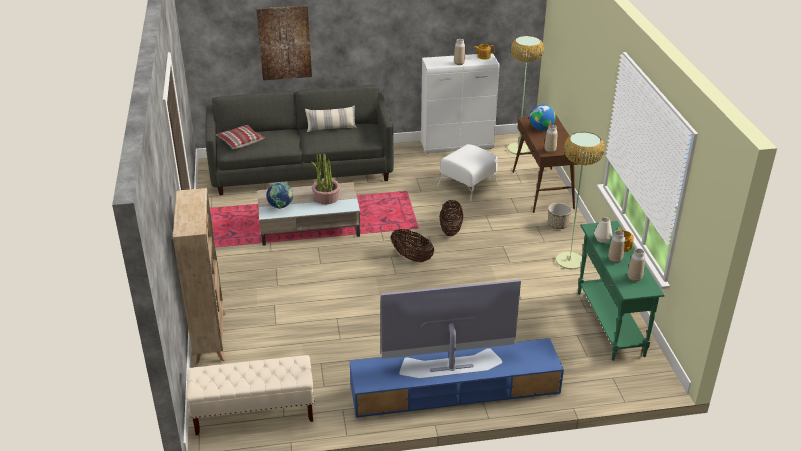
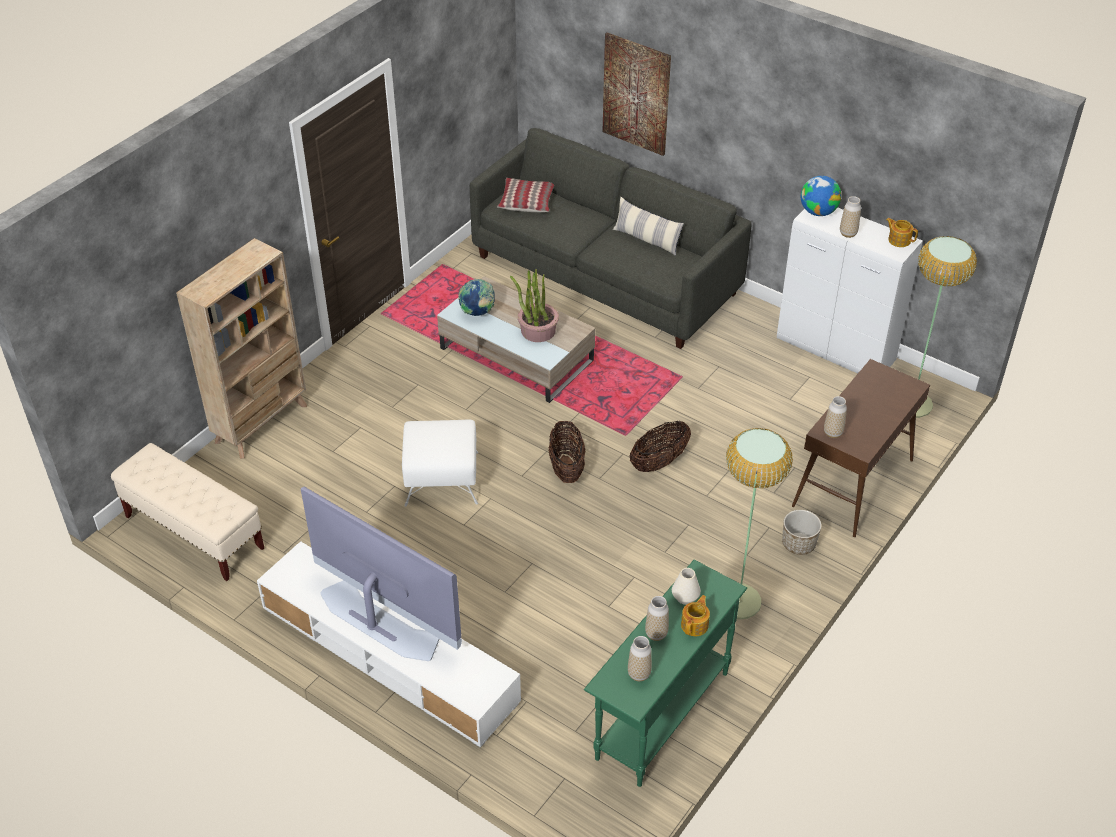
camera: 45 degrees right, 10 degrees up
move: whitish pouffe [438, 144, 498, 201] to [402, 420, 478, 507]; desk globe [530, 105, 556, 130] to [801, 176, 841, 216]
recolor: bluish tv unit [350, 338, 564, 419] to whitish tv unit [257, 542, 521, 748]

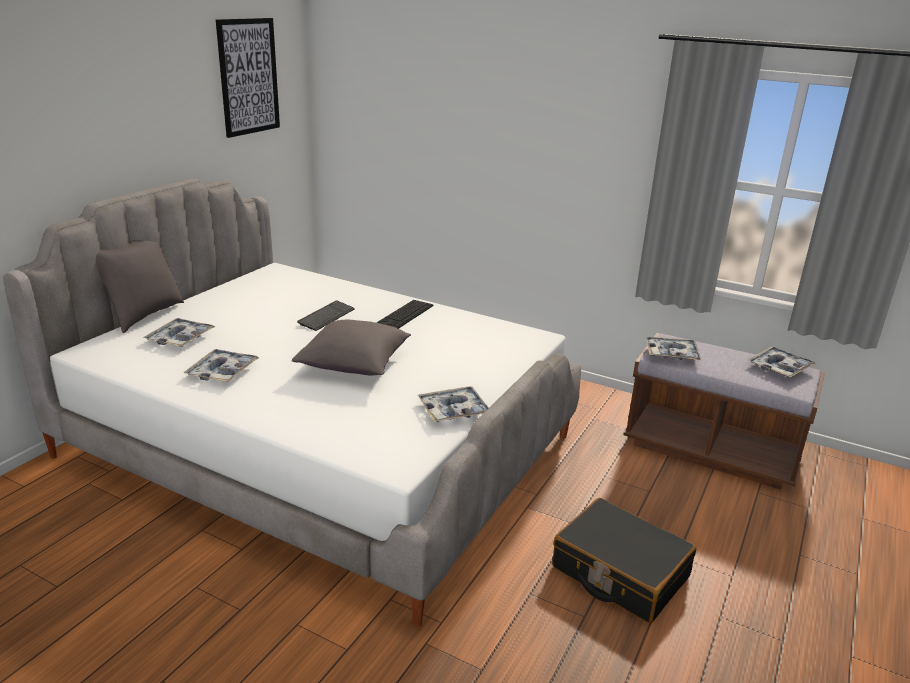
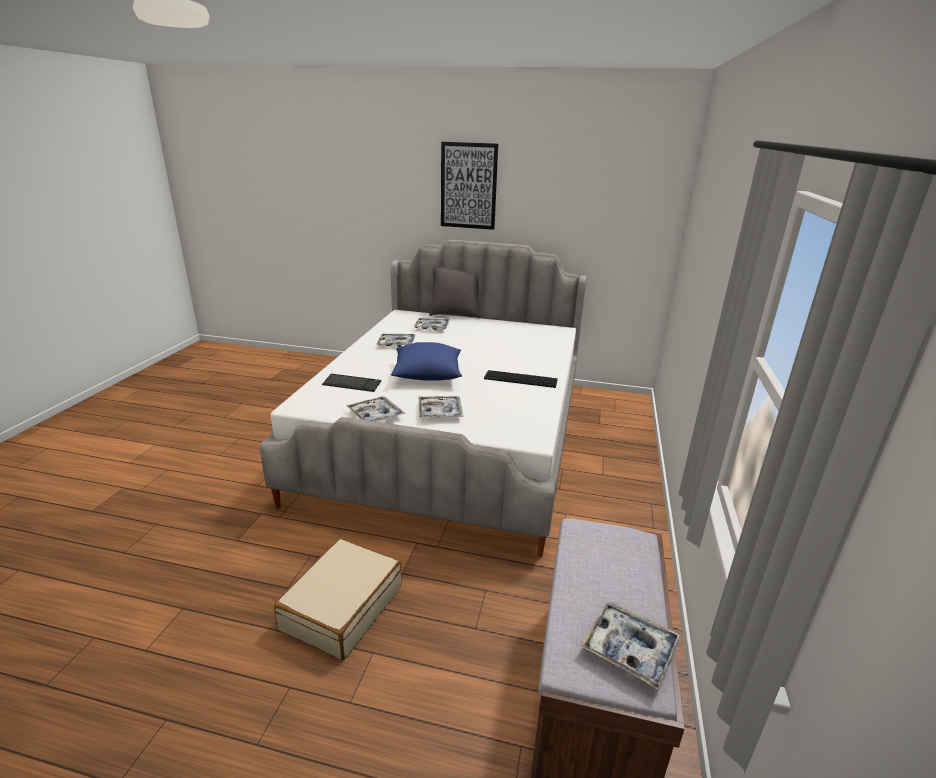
camera: 75 degrees right, 0 degrees up
move: PC keyboard [297, 300, 355, 331] to [322, 374, 381, 392]; carrying tray [647, 336, 701, 360] to [419, 396, 463, 418]; picture [216, 18, 280, 138] to [441, 142, 498, 230]
recolor: black suitcase [552, 498, 696, 623] to sand-coloured suitcase [274, 539, 401, 660]; gray throw pillow [292, 320, 411, 375] to bluish throw pillow [391, 342, 462, 381]

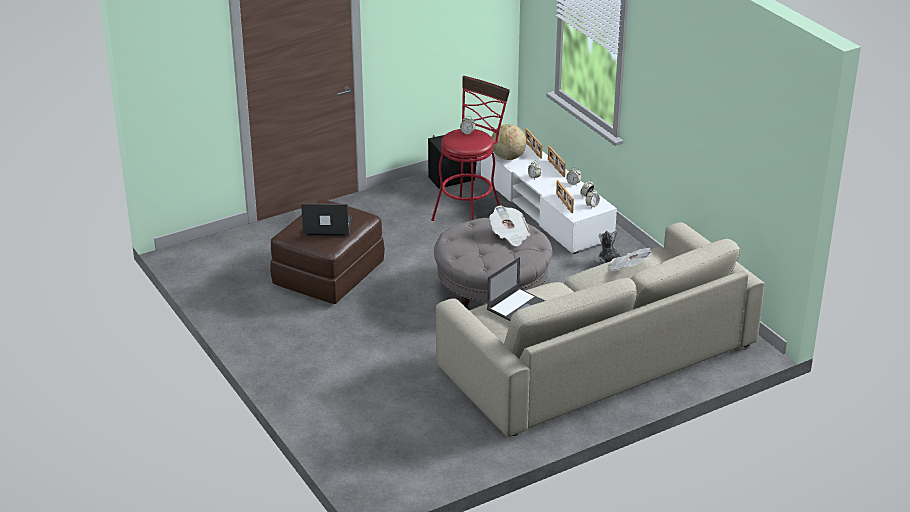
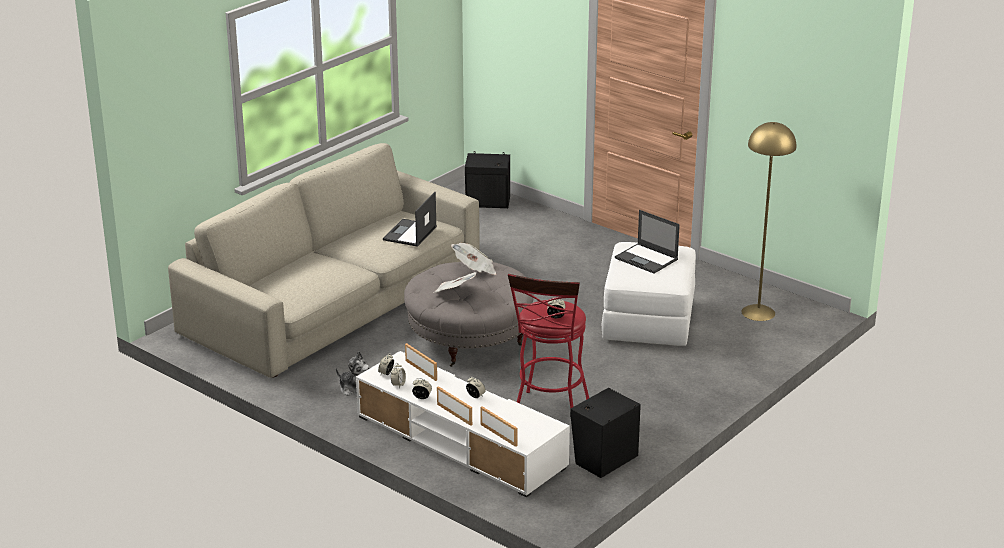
camera: 160 degrees right, 5 degrees down
delete: desk globe [491, 124, 526, 160]
insert: black loudspeaker [465, 151, 510, 208]; yellowish standing lamp [741, 122, 796, 321]
move: printed paper [609, 248, 652, 271] to [451, 243, 496, 275]
recolor: brown-coloured pouffe [270, 199, 385, 304] to whitish pouffe [602, 242, 696, 346]
rotate: portable computer [301, 203, 352, 237] = [615, 210, 680, 274] 60 degrees clockwise

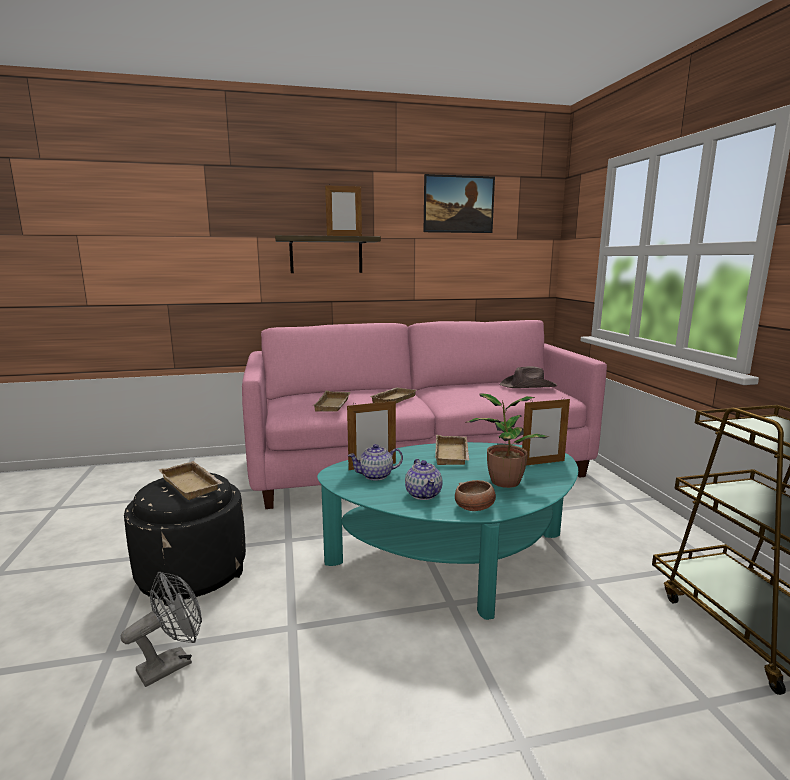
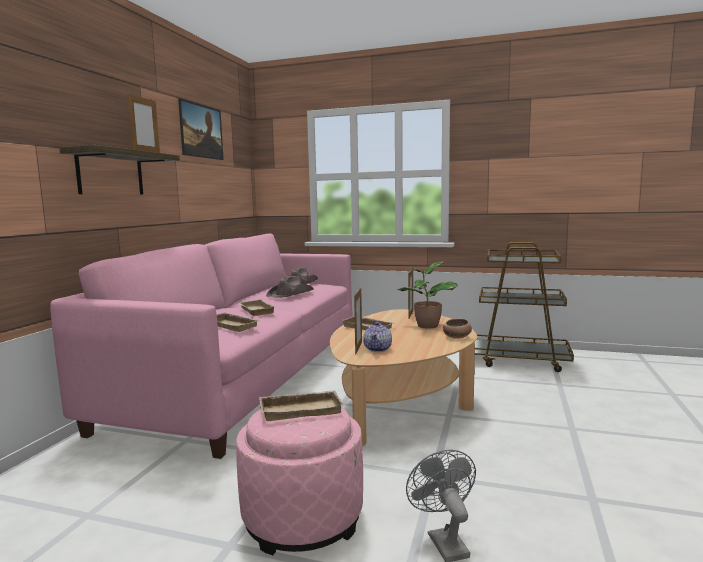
camera: 60 degrees left, 5 degrees down
delete: pot for tea [405, 459, 442, 500]
insert: brown-coloured clothing hat [266, 276, 314, 298]
recolor: black pouffe [124, 473, 246, 606] to pink pouffe [236, 407, 363, 555]; turquoise-coloured lounge table [317, 442, 578, 620] to sand-coloured lounge table [330, 309, 478, 446]

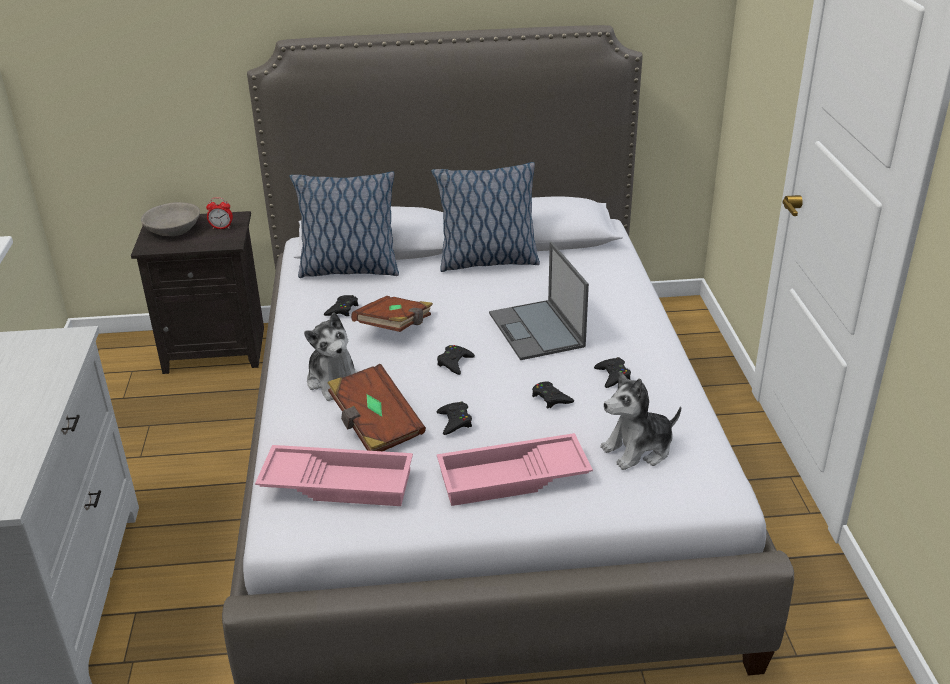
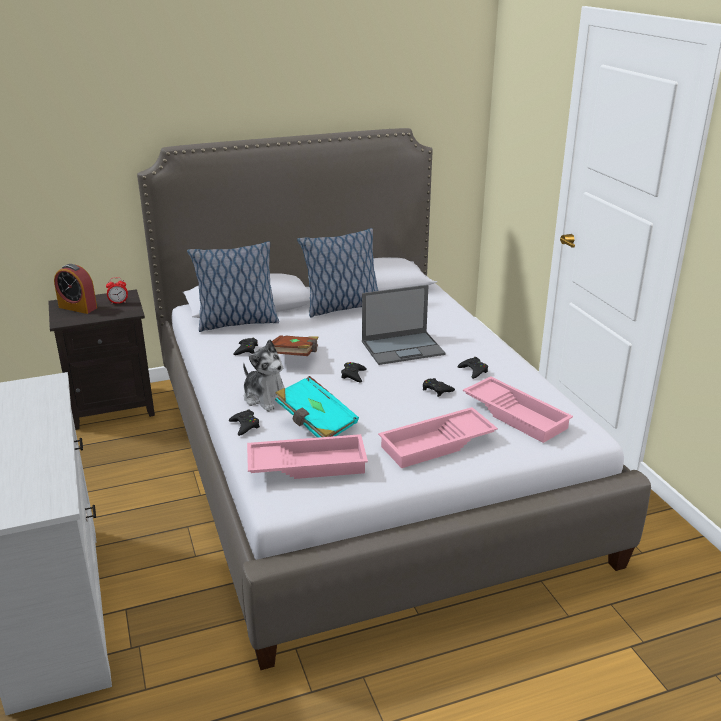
camera: 15 degrees left, 5 degrees down
move: black gamepad [437, 401, 472, 435] to [229, 410, 260, 436]
replace: gray serving bowl [141, 202, 200, 236] to bedside clock [54, 264, 97, 314]; cuddly toy [600, 371, 681, 470] to pink carrying tray [463, 376, 573, 443]
recolor: brown-coloured bound book [328, 364, 426, 451] to turquoise-coloured bound book [275, 376, 359, 438]
rotate: portable computer [489, 242, 589, 360] = [362, 285, 446, 365] 75 degrees counterclockwise

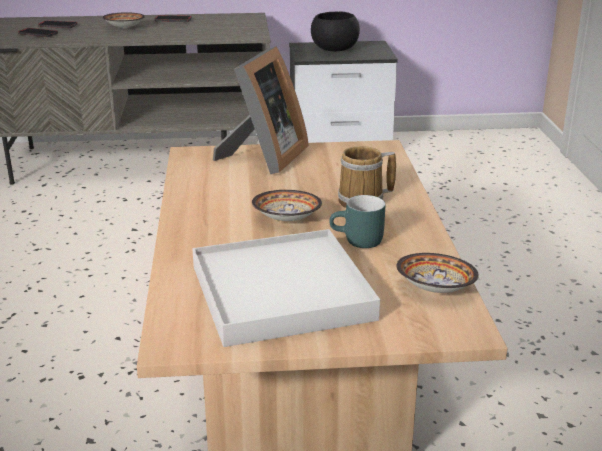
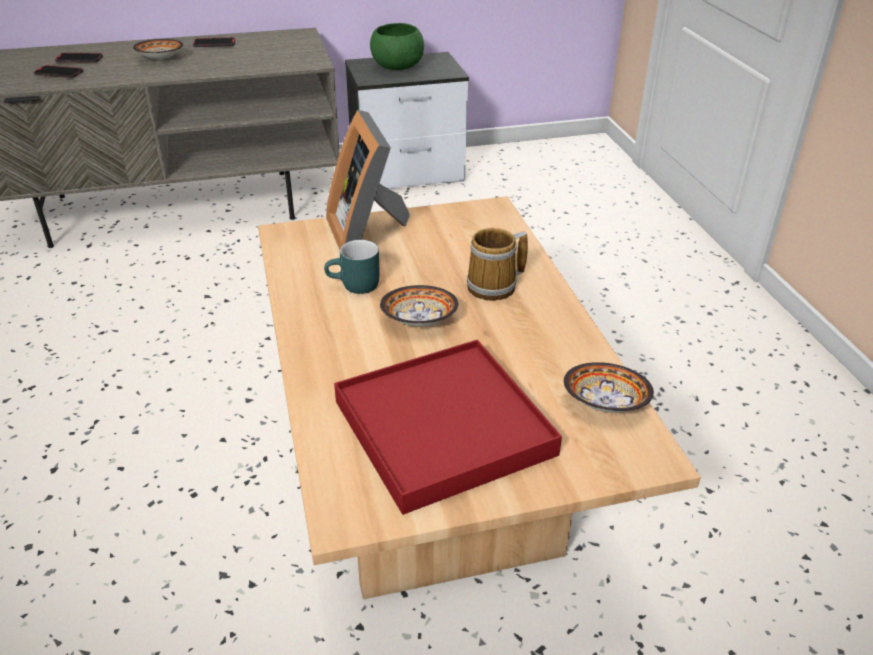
camera: 10 degrees left, 10 degrees up
move: turquoise-coloured tea mug [329, 195, 386, 248] to [324, 240, 380, 294]
recolor: whitish carrying tray [192, 229, 380, 347] to red carrying tray [334, 339, 562, 515]; black serving bowl [311, 11, 360, 52] to greenish serving bowl [370, 23, 424, 70]
rotate: photo frame [213, 47, 309, 174] = [326, 110, 410, 250] 150 degrees clockwise

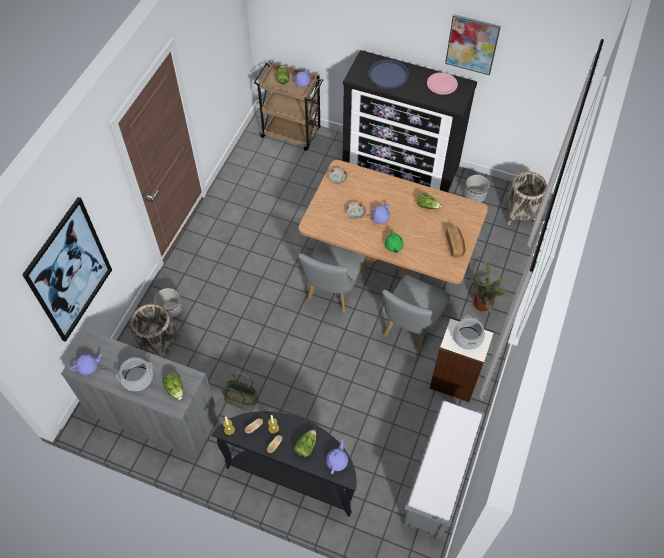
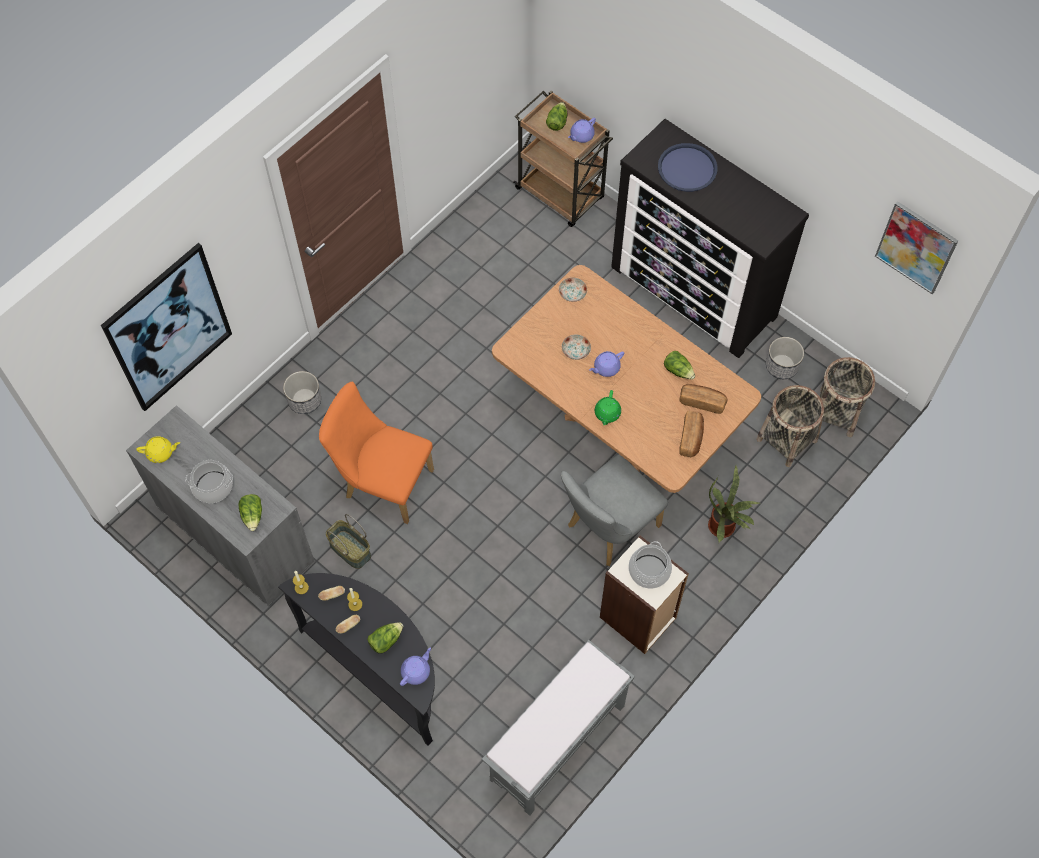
camera: 20 degrees right, 5 degrees up
delete: gray upright chair [298, 240, 366, 313]; pink dinner plate [427, 72, 458, 95]
insert: orange-coloured upright chair [319, 382, 434, 524]; baked bread [680, 384, 728, 414]
move: basket [130, 304, 181, 358] to [756, 385, 825, 467]; picture [445, 14, 501, 76] to [875, 201, 958, 294]
recolor: purplish pot for tea [70, 354, 103, 375] to yellowish pot for tea [136, 436, 180, 463]

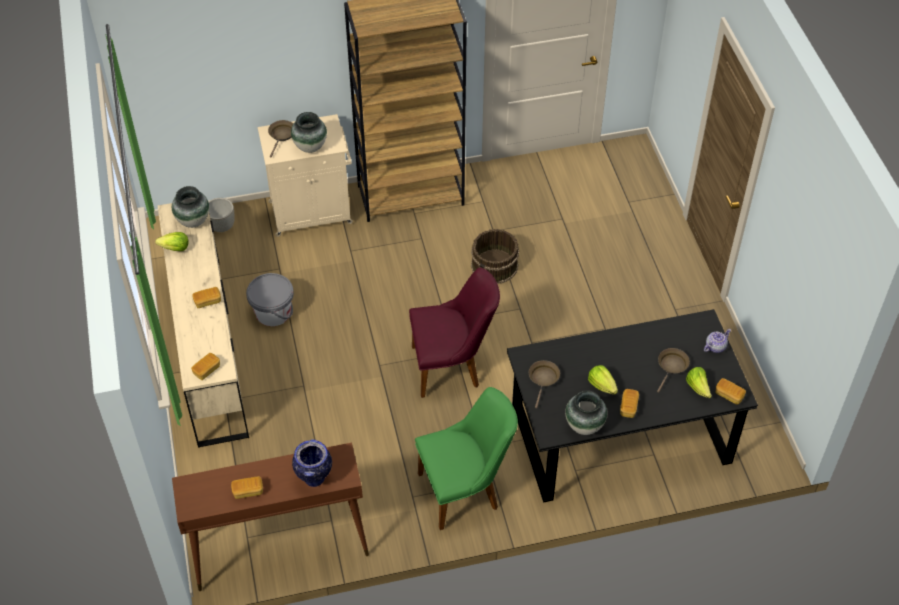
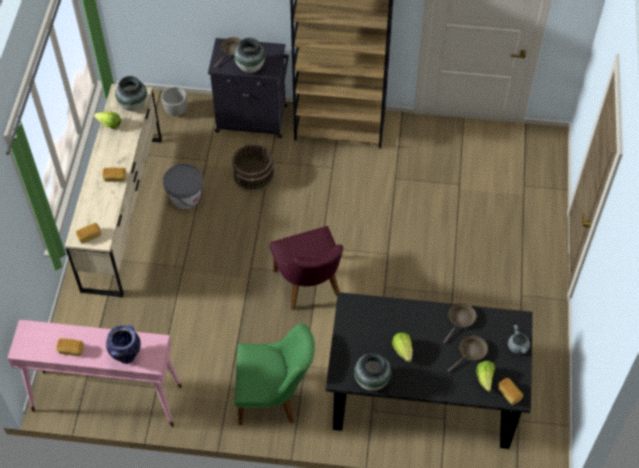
camera: 20 degrees right, 5 degrees up
delete: baked bread [620, 389, 639, 418]
move: brown-coloured water bucket [471, 229, 519, 284] to [232, 144, 275, 192]; brown-coloured frying pan [529, 360, 560, 409] to [443, 303, 476, 343]
replace: pot for tea [704, 329, 731, 353] to gray saucepot [508, 325, 530, 354]
recolor: brown-coloured hall table [172, 443, 369, 591] to pink hall table [7, 320, 182, 427]; sand-coloured cupboard [258, 114, 353, 237] to black cupboard [208, 38, 289, 138]
rotate: purplish upright chair [409, 268, 500, 398] = [269, 226, 343, 310] 60 degrees clockwise

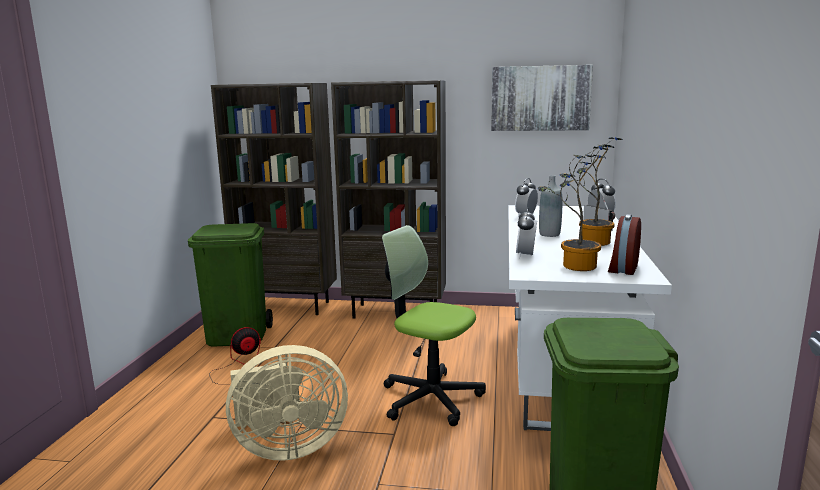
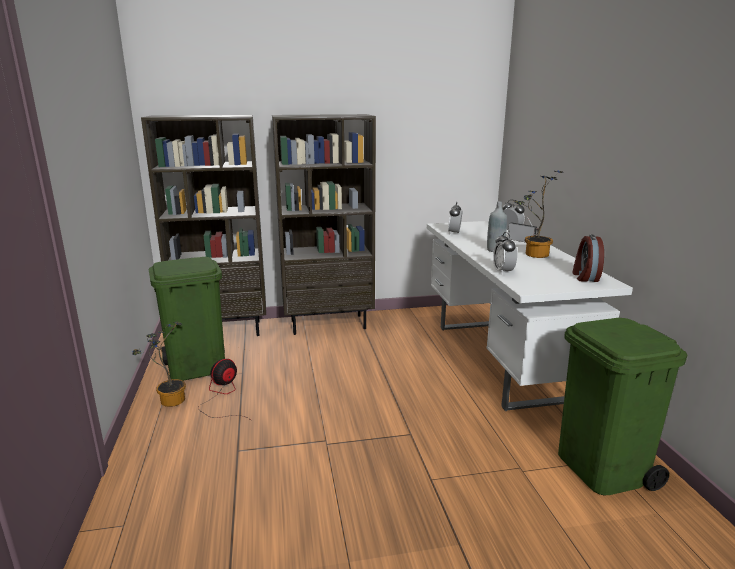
camera: 20 degrees left, 5 degrees up
delete: sand-coloured fan [226, 345, 348, 461]; office chair [382, 225, 486, 426]; picture [491, 65, 593, 131]
move: plant in a pot [538, 147, 608, 271] to [132, 321, 186, 407]

